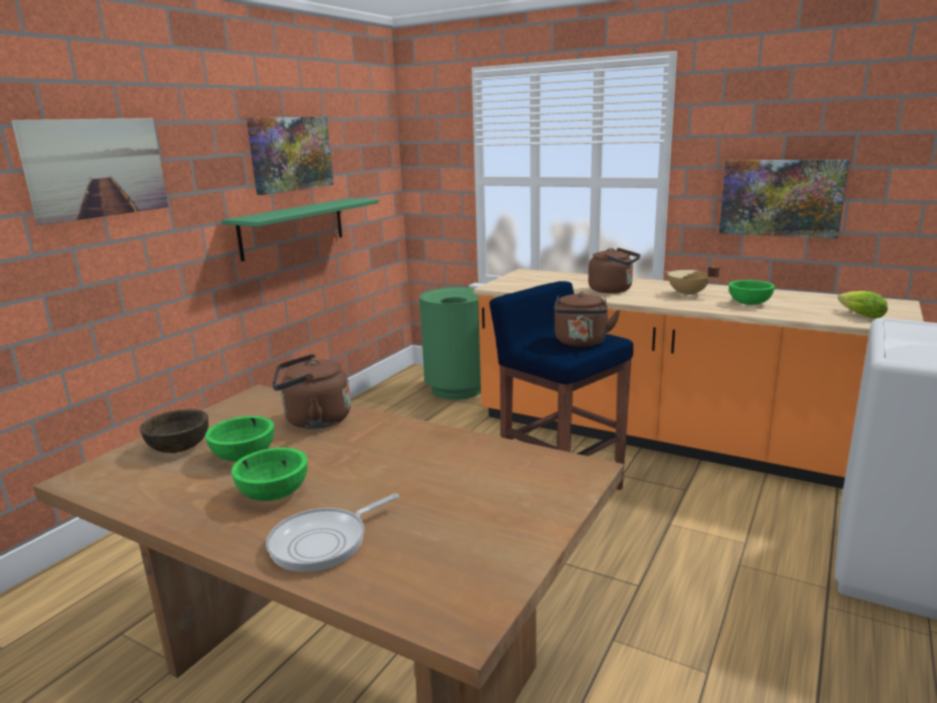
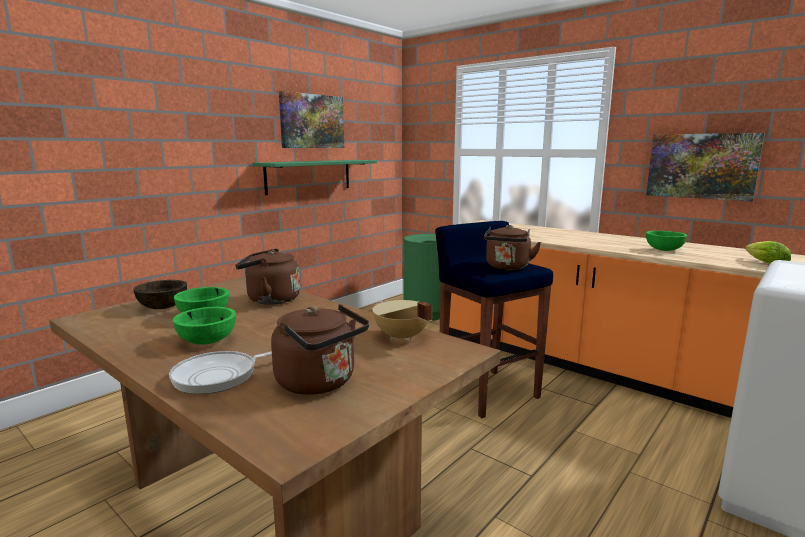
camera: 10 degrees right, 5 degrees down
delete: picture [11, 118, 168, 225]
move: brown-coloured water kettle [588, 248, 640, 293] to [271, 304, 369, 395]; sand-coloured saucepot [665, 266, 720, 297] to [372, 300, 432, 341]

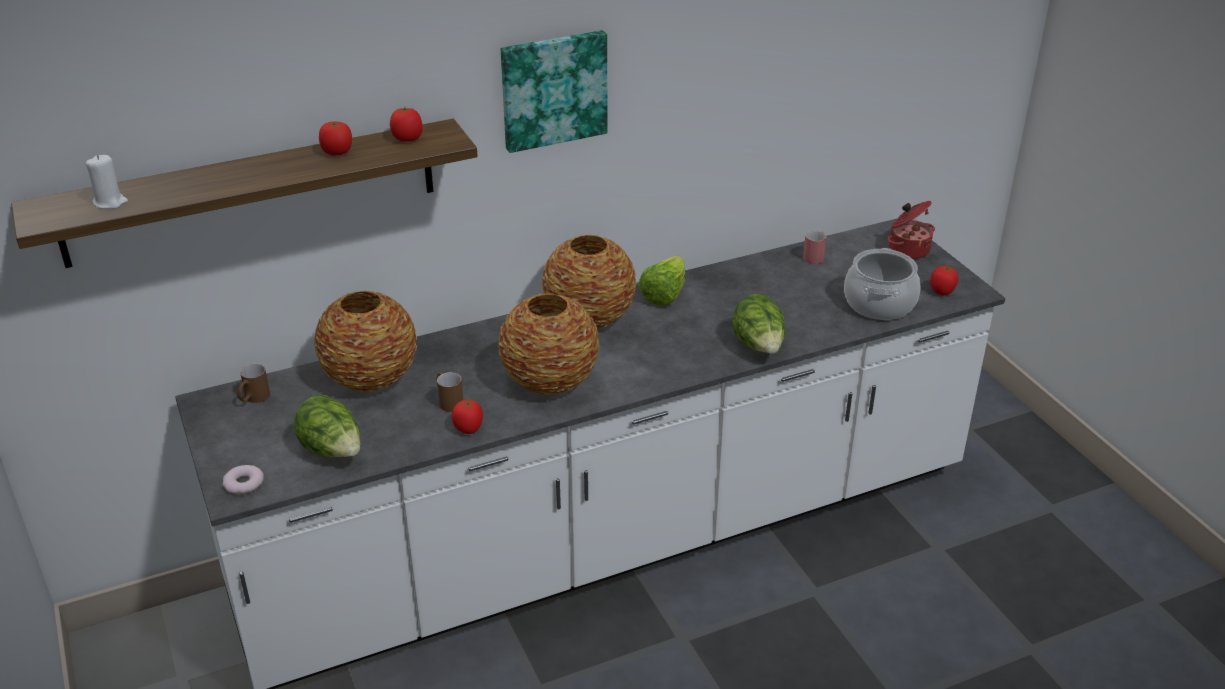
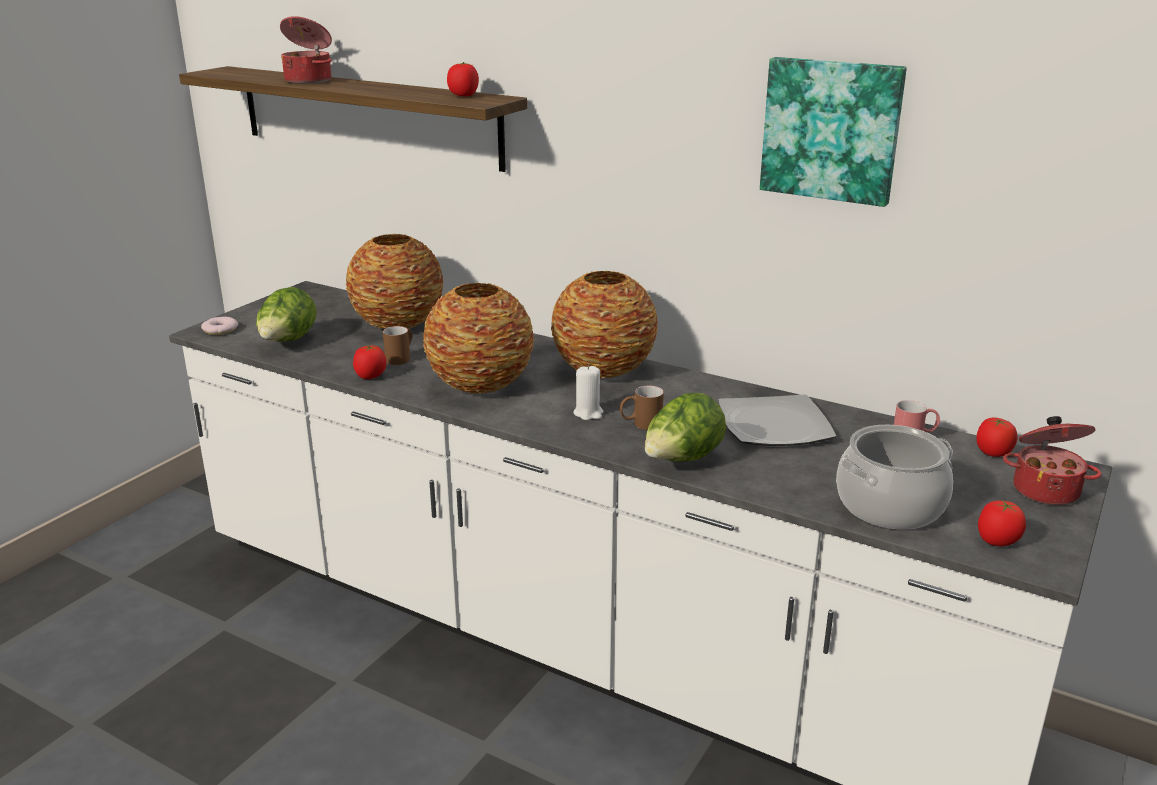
camera: 55 degrees right, 10 degrees down
delete: head of lettuce [638, 255, 685, 305]
insert: saucepot [280, 16, 332, 84]; dinner plate [718, 394, 836, 446]
move: whitish wax candle [85, 155, 128, 209] to [573, 365, 603, 420]; brown-coloured tea mug [237, 364, 270, 403] to [620, 386, 664, 430]; picture [501, 30, 607, 153] to [760, 57, 907, 207]; fresh tomato [319, 122, 352, 156] to [976, 418, 1018, 457]

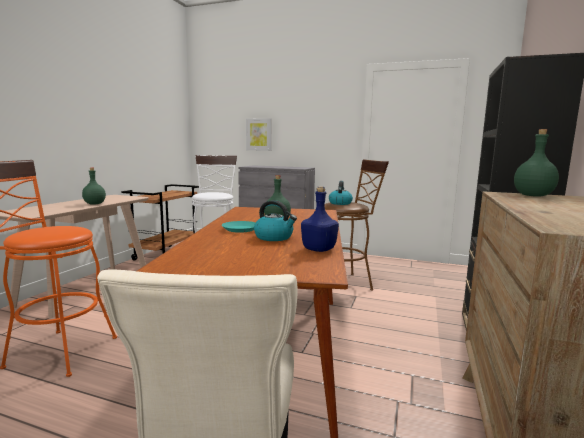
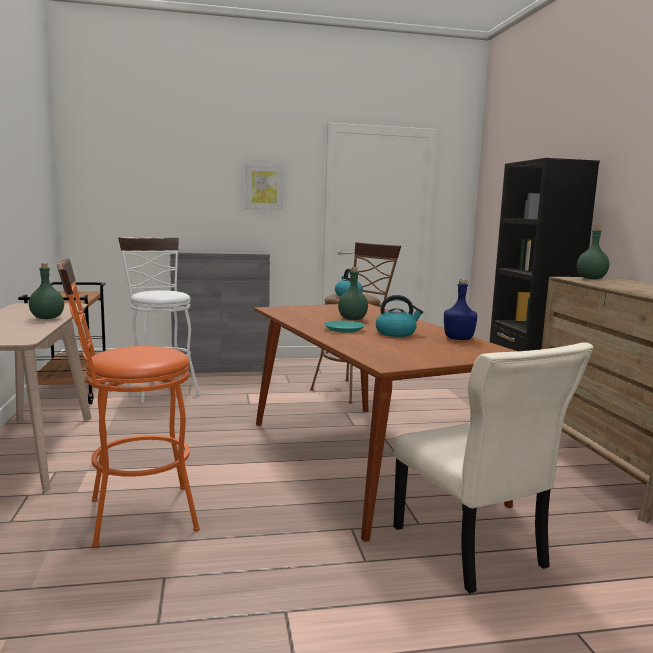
camera: 30 degrees left, 0 degrees up
move: picture [246, 118, 272, 151] to [245, 164, 284, 210]

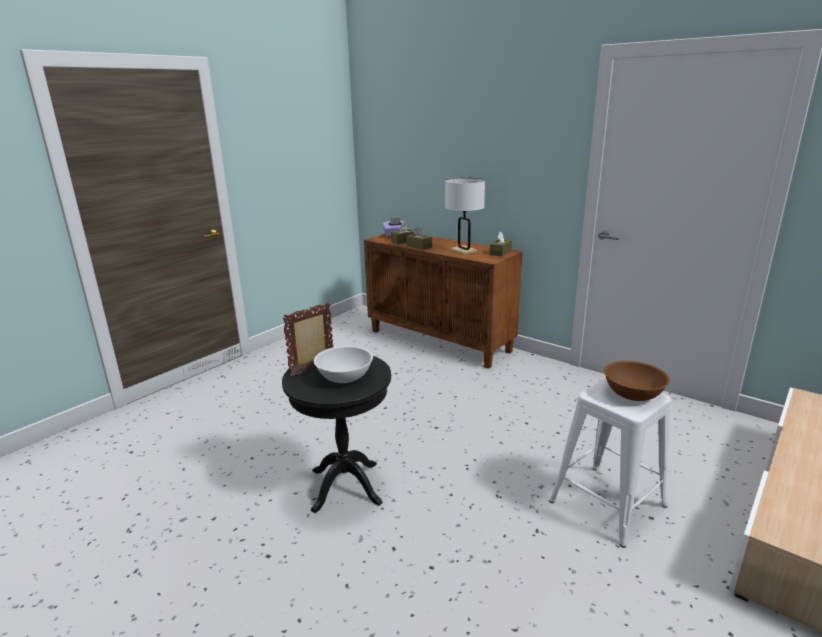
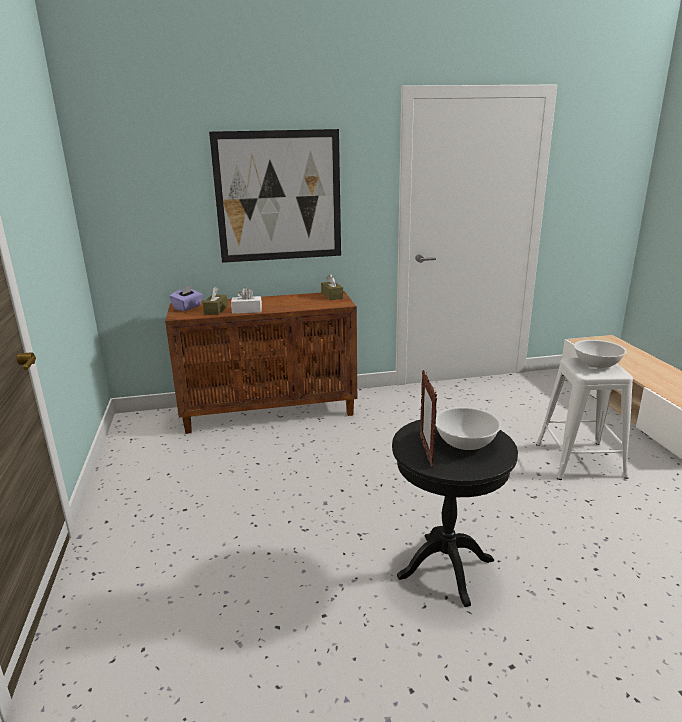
camera: 50 degrees left, 0 degrees up
delete: whitish table lamp [445, 178, 485, 255]
insert: picture [209, 129, 341, 263]
recolor: brown-coloured tissue holder [406, 226, 432, 250] to whitish tissue holder [231, 287, 262, 314]; brown-coloured serving bowl [604, 361, 670, 401] to whitish serving bowl [574, 340, 627, 368]

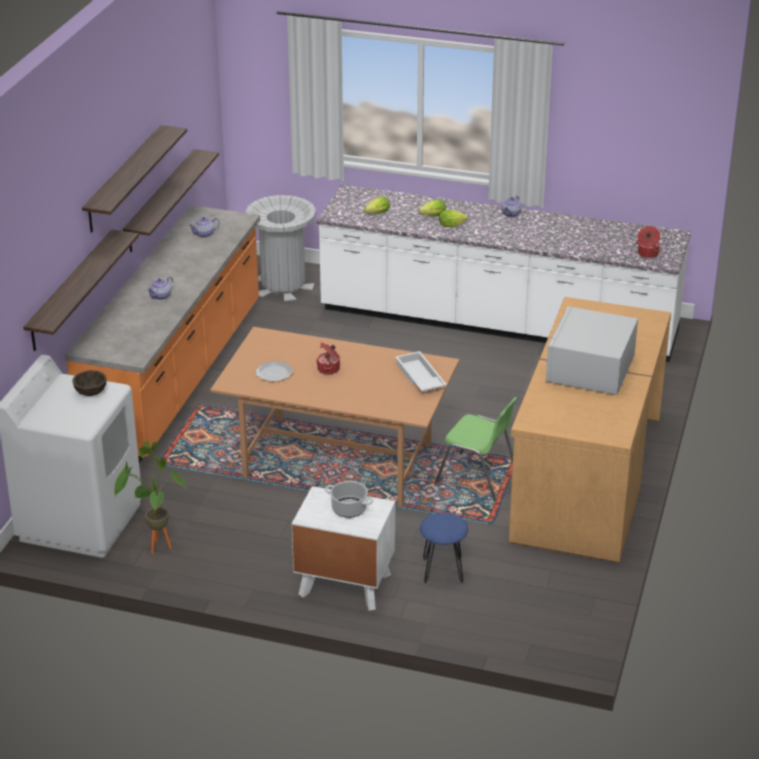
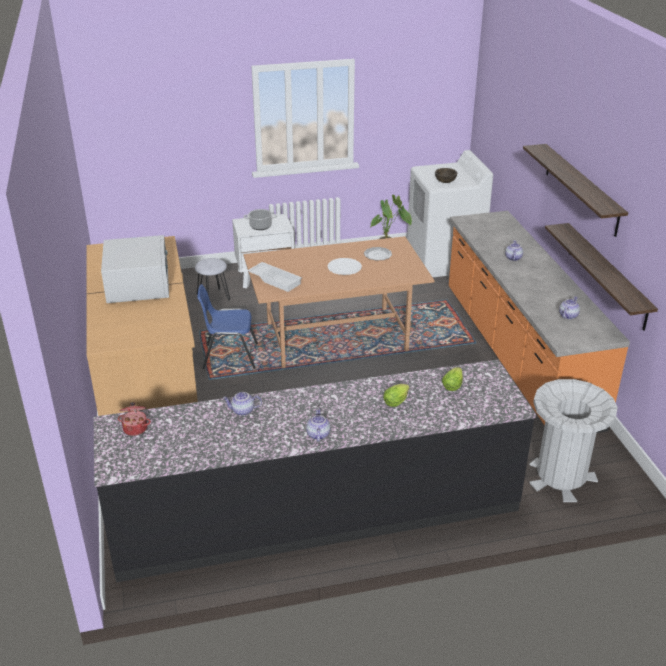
camera: 150 degrees right, 0 degrees up
delete: shelf [23, 229, 139, 351]; head of lettuce [439, 210, 468, 227]
insert: pot for tea [223, 392, 262, 416]
replace: saucepot [316, 342, 340, 374] to whitish dinner plate [328, 258, 362, 275]
recolor: whitish kitchen base unit [316, 184, 691, 362] to black kitchen base unit [94, 359, 536, 582]; bluish stool seat [420, 512, 468, 584] to gray stool seat [195, 258, 230, 301]; greenish upright chair [435, 397, 517, 501] to bluish upright chair [197, 284, 258, 369]

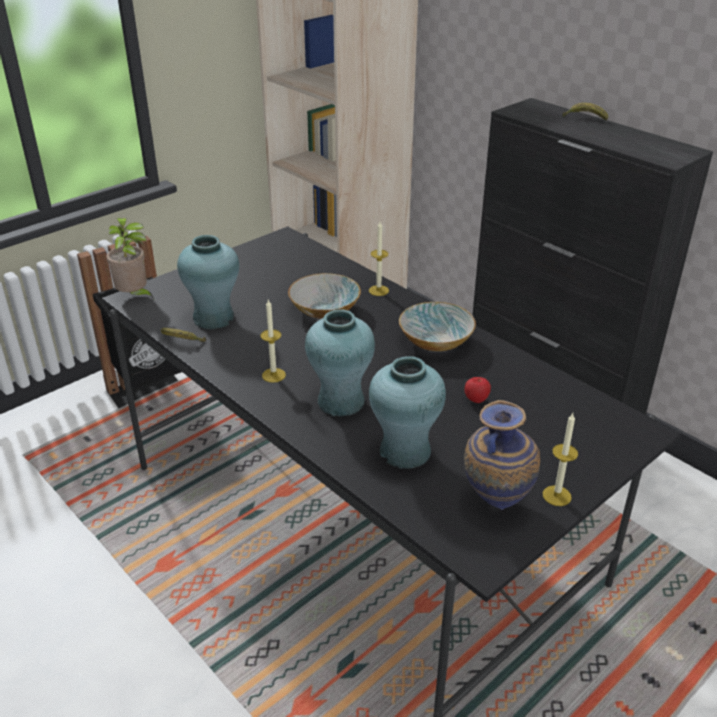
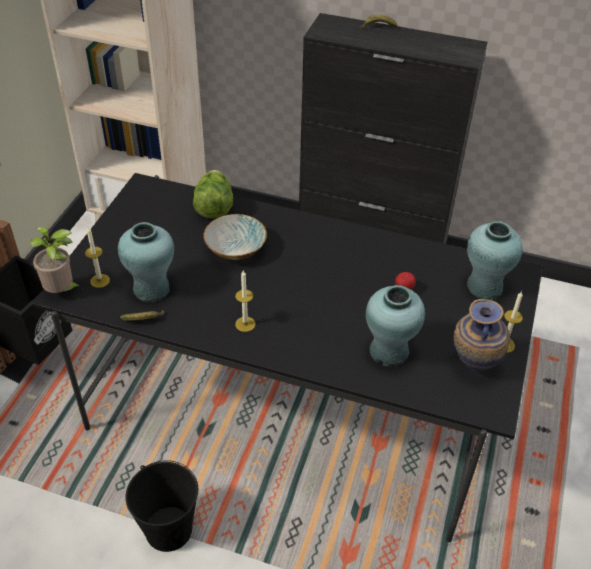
camera: 30 degrees left, 10 degrees up
delete: serving bowl [399, 302, 476, 351]
insert: black water bucket [125, 460, 198, 552]; head of lettuce [193, 170, 233, 219]
move: wax candle [369, 222, 389, 296] to [85, 227, 110, 288]; turquoise-coloured decorative vase [305, 309, 375, 417] to [467, 221, 523, 300]

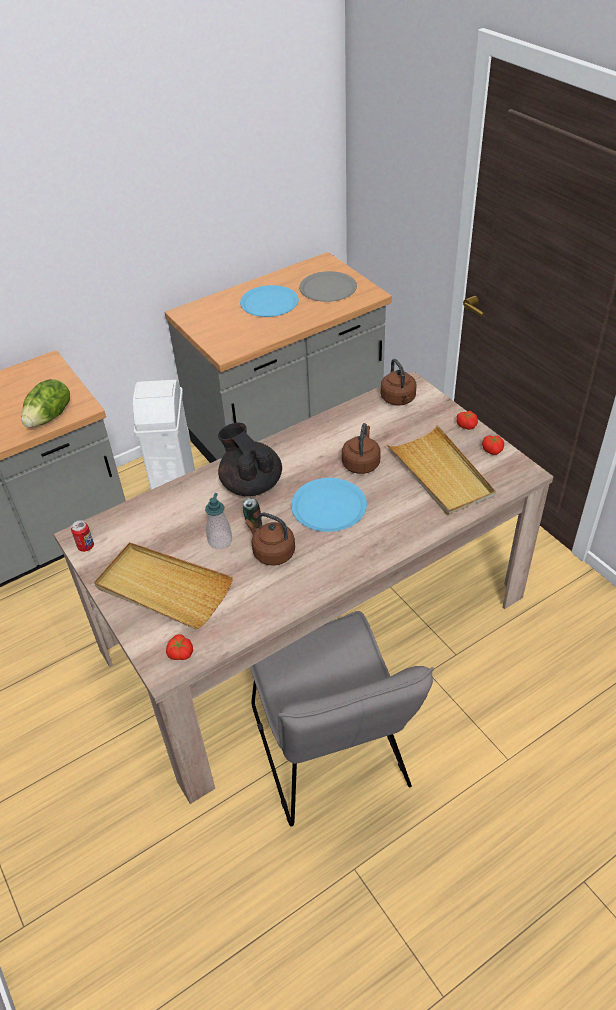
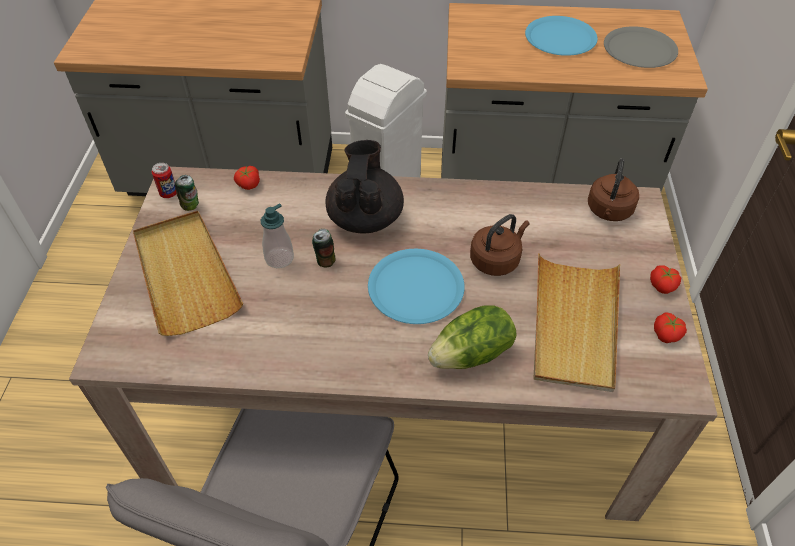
camera: 35 degrees right, 5 degrees up
delete: brown-coloured water kettle [245, 513, 295, 565]
insert: can [175, 175, 199, 211]
move: fresh tomato [166, 634, 193, 660] to [234, 166, 260, 190]; head of lettuce [21, 379, 70, 427] to [428, 305, 517, 369]

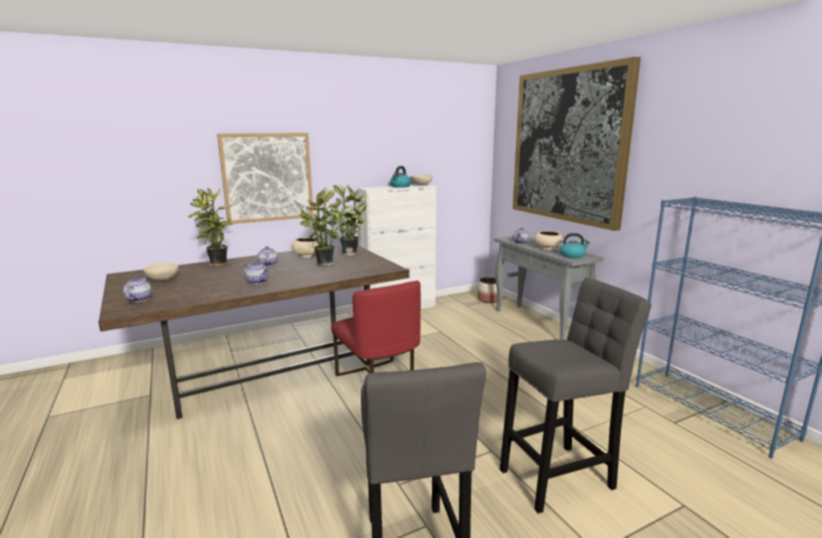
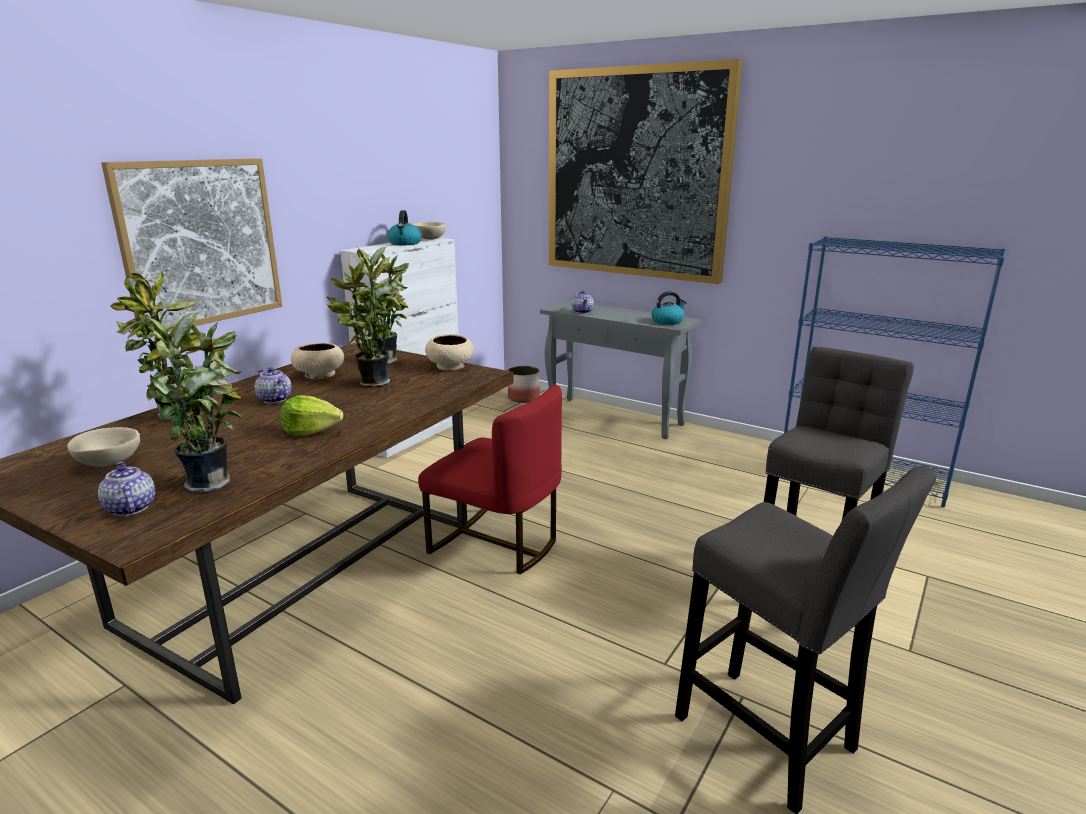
camera: 30 degrees left, 5 degrees up
insert: plant in a pot [144, 312, 242, 492]
move: sand-coloured serving bowl [535, 231, 563, 250] to [425, 334, 474, 371]
replace: pot for tea [244, 261, 269, 284] to head of lettuce [280, 395, 344, 436]

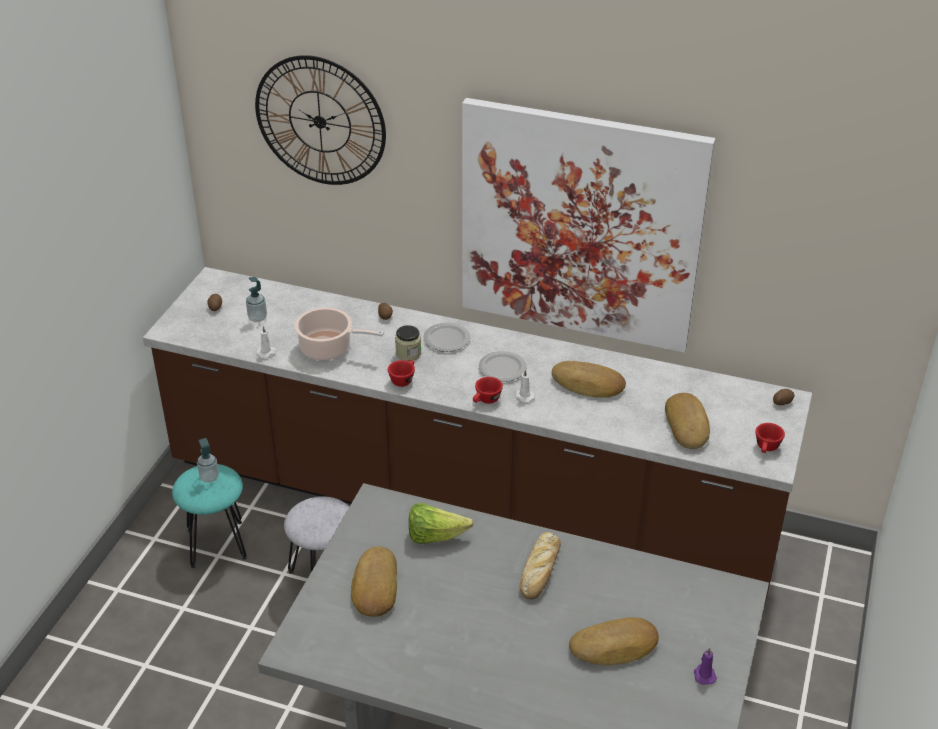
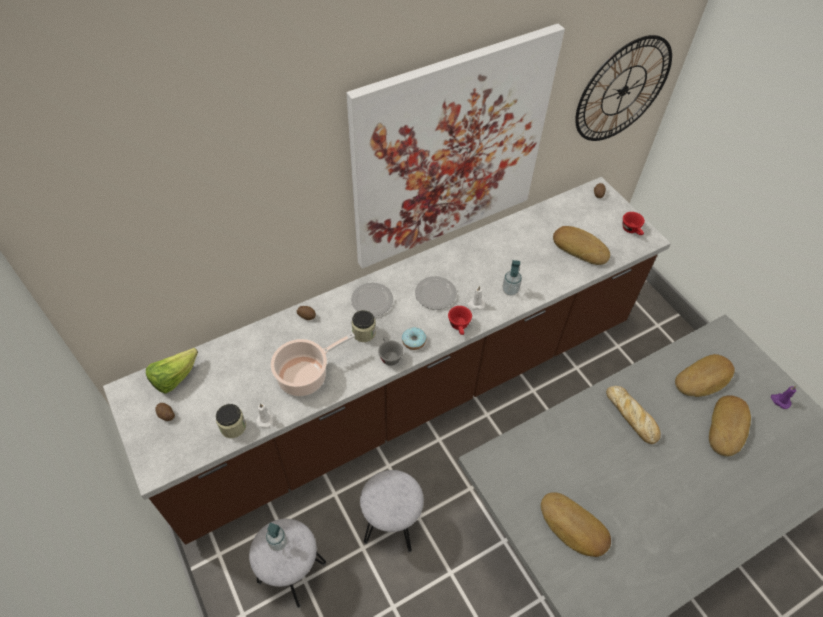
camera: 50 degrees left, 15 degrees up
insert: storage jar [216, 404, 246, 438]; ring doughnut [402, 327, 426, 350]
move: head of lettuce [409, 503, 474, 544] to [146, 348, 198, 394]; soap dispenser [246, 277, 267, 322] to [502, 260, 522, 296]; hanging clock [255, 55, 386, 185] to [575, 35, 672, 141]; baked bread [552, 361, 626, 398] to [675, 354, 735, 397]
recolor: turquoise-coloured stool seat [172, 464, 247, 568] to gray stool seat [249, 519, 326, 608]; red small cup [388, 360, 415, 387] to gray small cup [378, 337, 403, 366]

